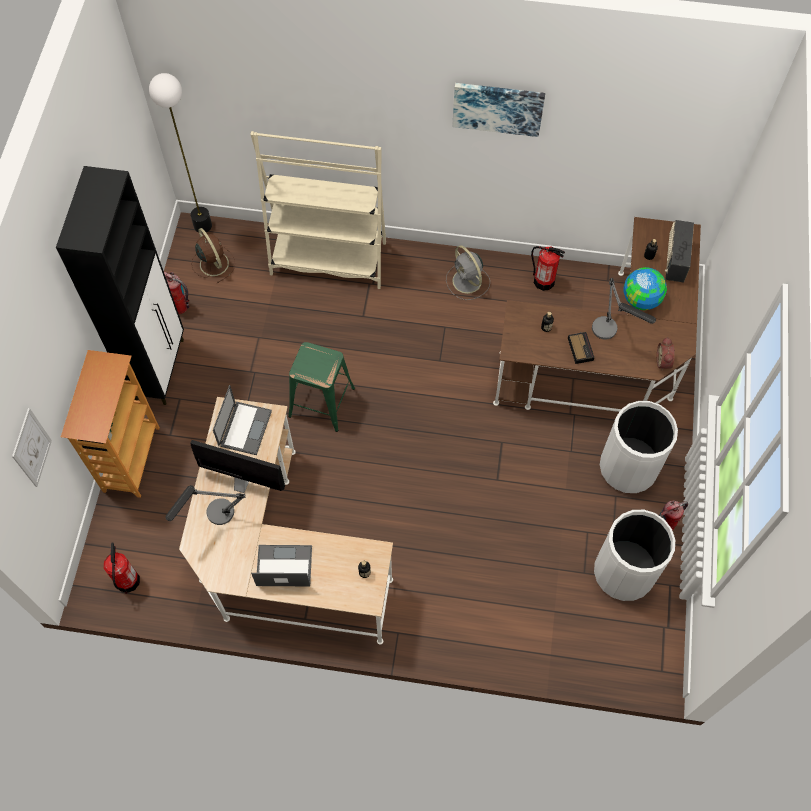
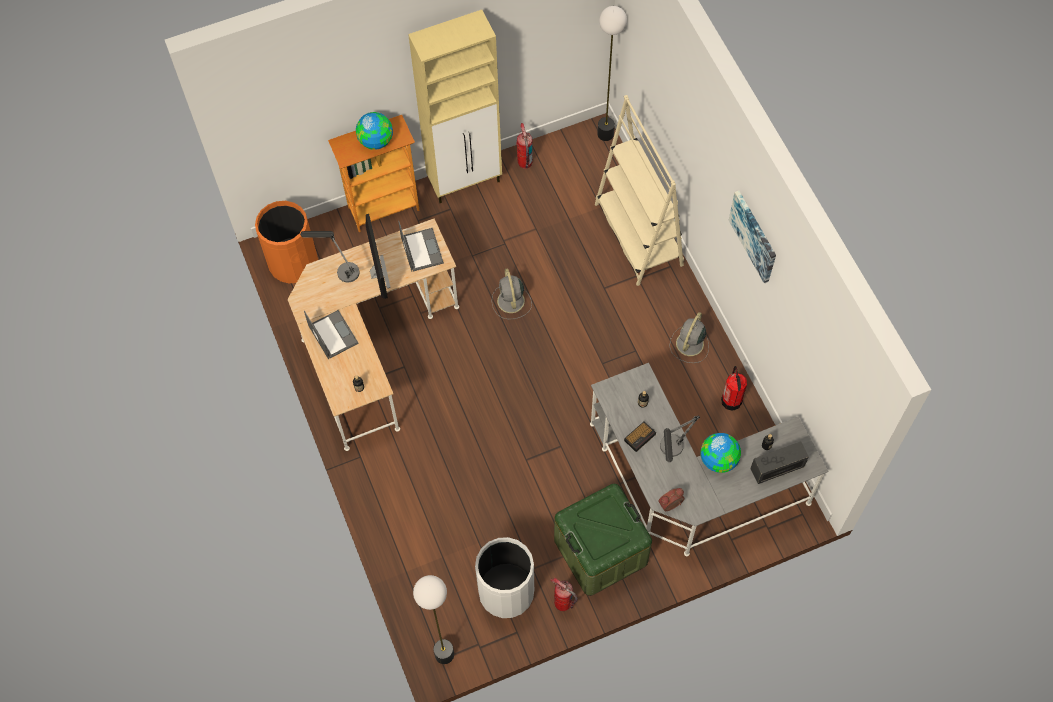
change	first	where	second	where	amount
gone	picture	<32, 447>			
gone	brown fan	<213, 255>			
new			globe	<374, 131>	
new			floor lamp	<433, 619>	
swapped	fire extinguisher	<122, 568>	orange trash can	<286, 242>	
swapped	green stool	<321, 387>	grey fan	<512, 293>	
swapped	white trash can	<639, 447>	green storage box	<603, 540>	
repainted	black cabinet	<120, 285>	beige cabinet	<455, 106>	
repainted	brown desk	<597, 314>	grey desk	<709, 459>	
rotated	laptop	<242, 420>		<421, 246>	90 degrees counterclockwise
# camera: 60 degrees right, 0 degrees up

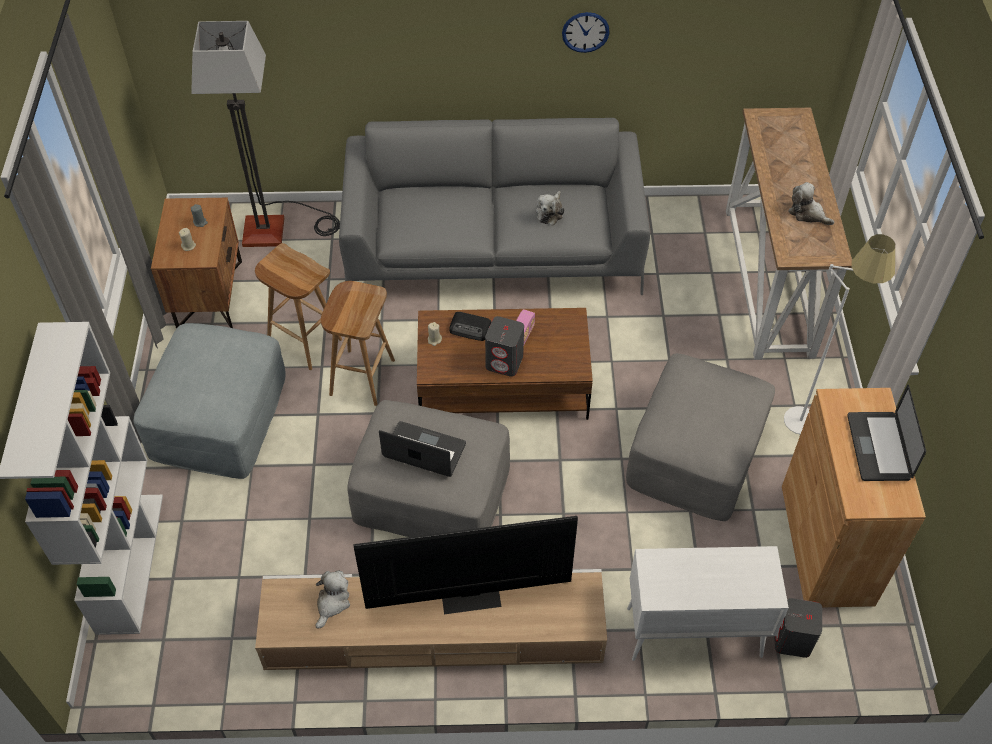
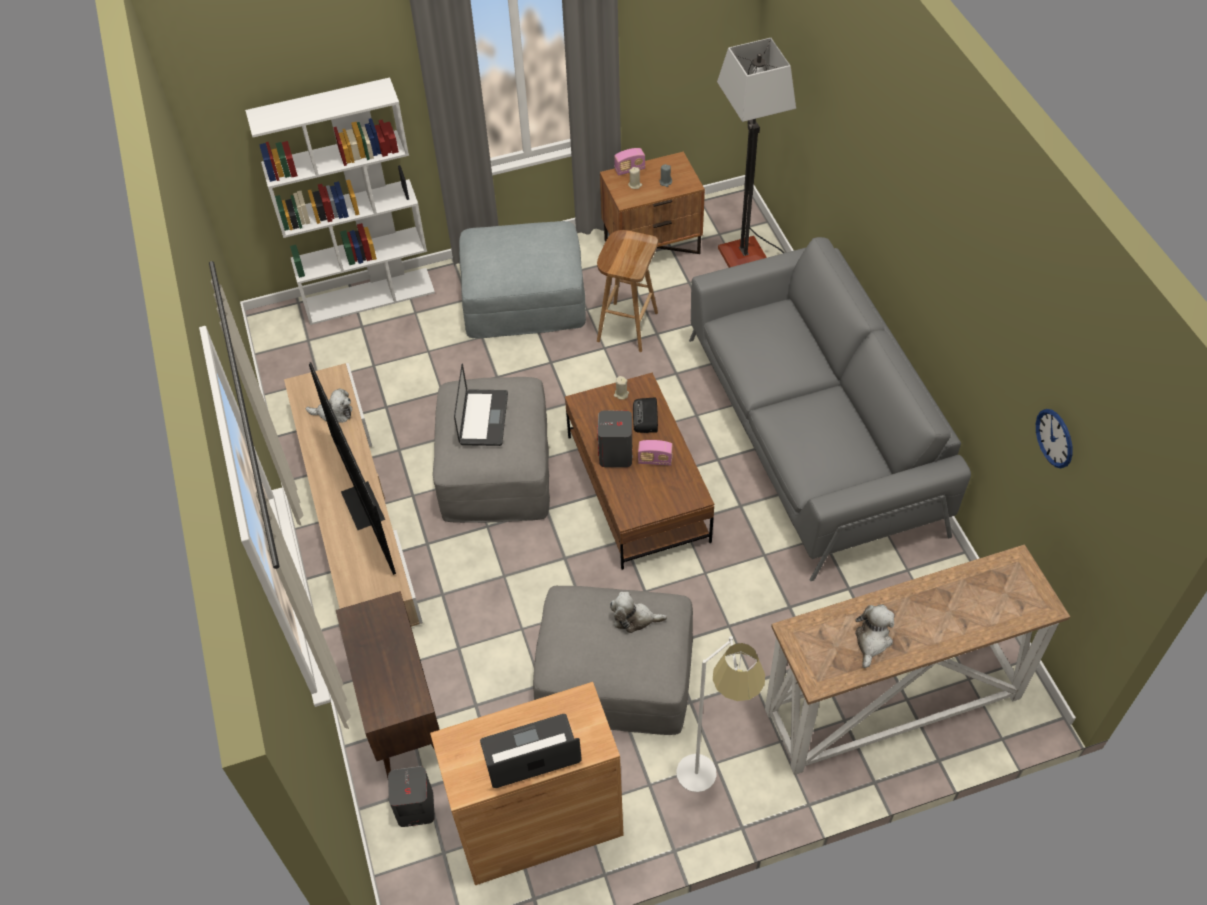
change	first	where	second	where	amount
gone	brown stool	<358, 343>			
new			radio	<629, 161>	
shifted	plush toy	<550, 208>		<638, 612>	
shifted	wall clock	<586, 32>		<1054, 438>	
repainted	white cabinet	<708, 603>	brown cabinet	<388, 684>	
# camera: 75 degrees right, 0 degrees up

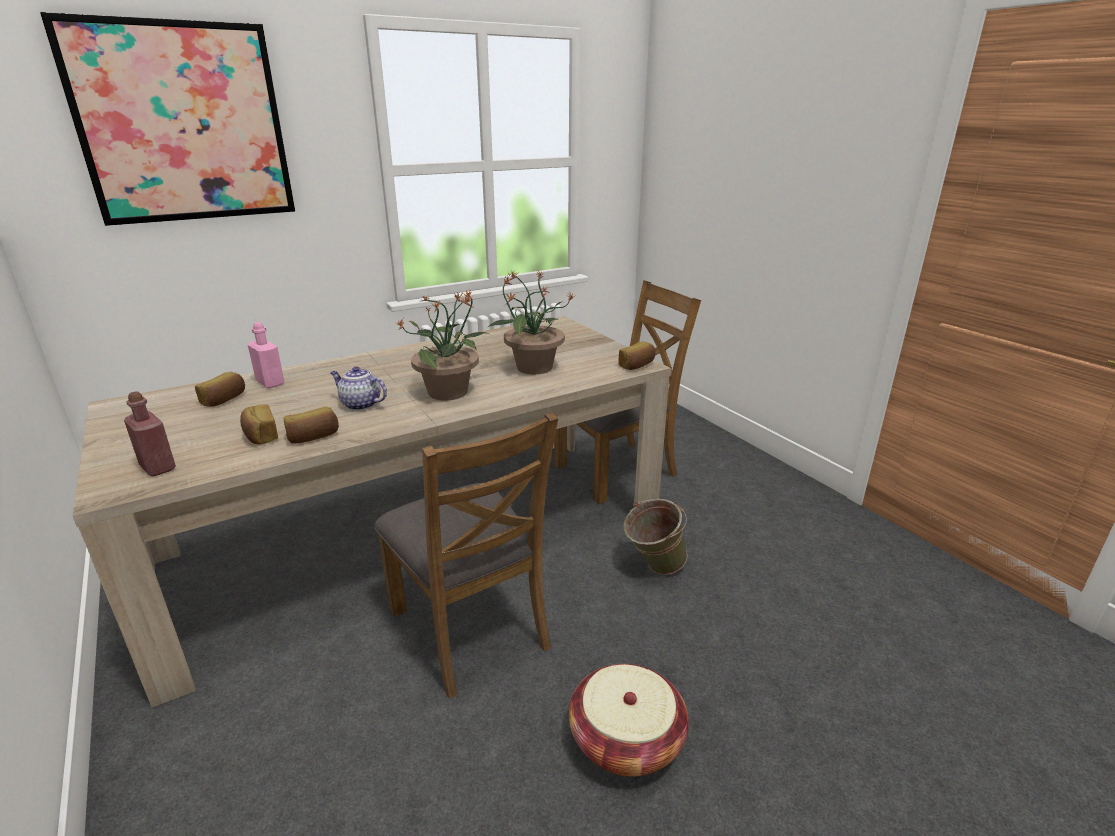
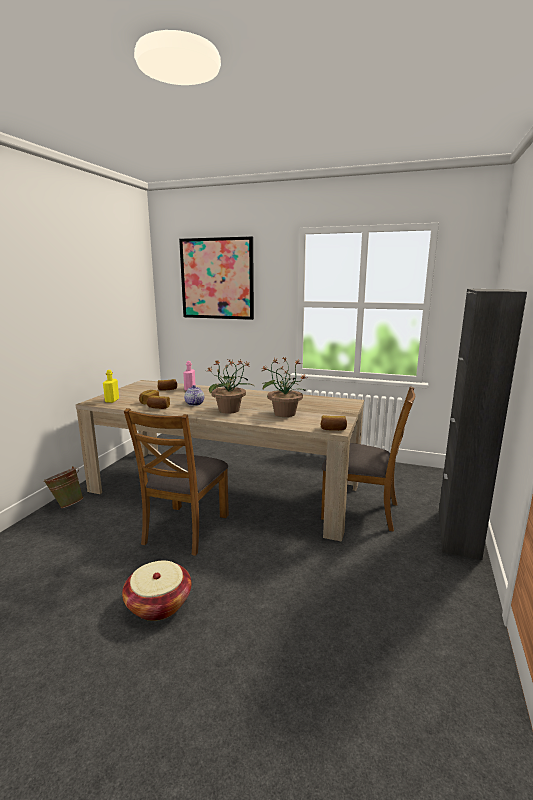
change	first	where	second	where	amount
new			black cabinet	<483, 424>	
shifted	green bucket	<655, 537>		<63, 487>	
repainted	red bottle	<150, 433>	yellow bottle	<111, 386>	
# camera: 50 degrees right, 10 degrees down

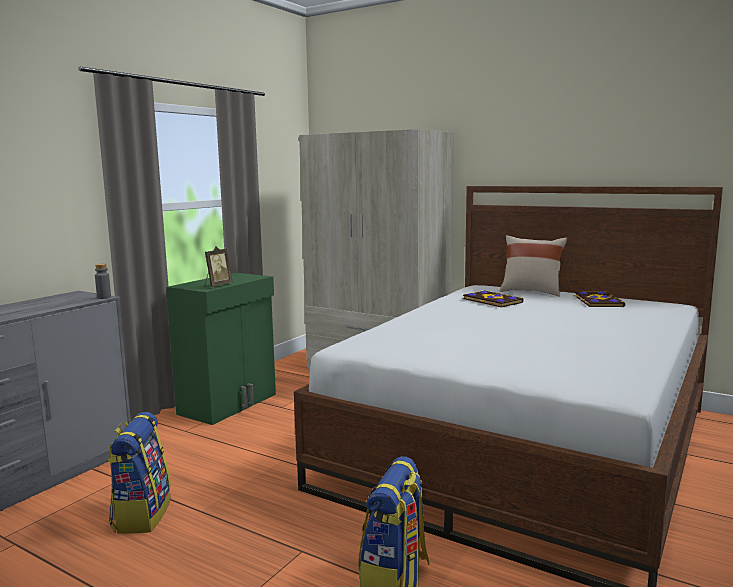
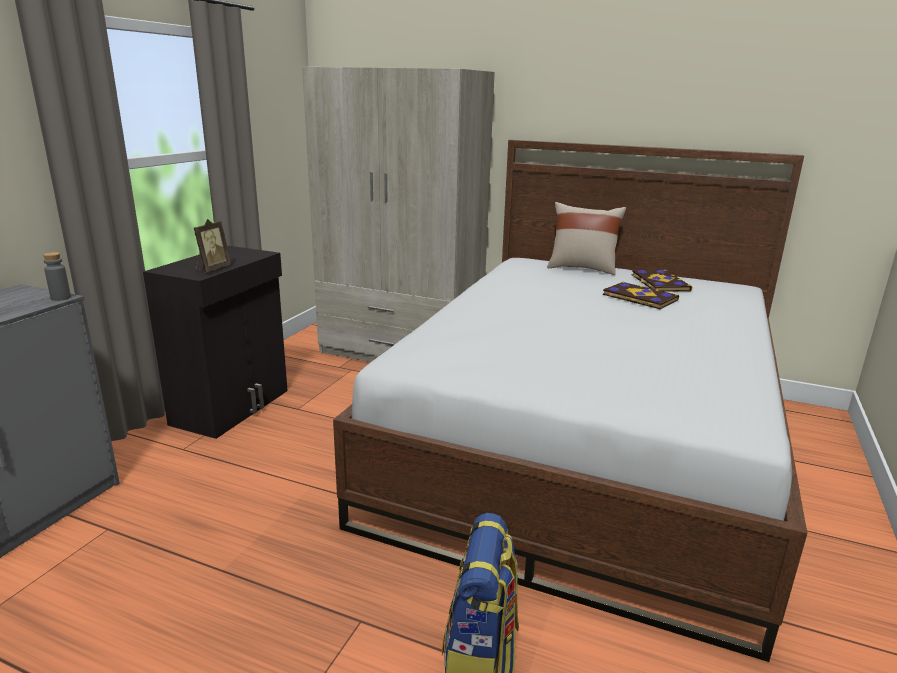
change	first	where	second	where	amount
gone	backpack	<139, 473>			
shifted	book	<493, 298>		<641, 295>	
repainted	green cabinet	<221, 349>	black cabinet	<215, 342>	
# camera: 10 degrees left, 10 degrees up

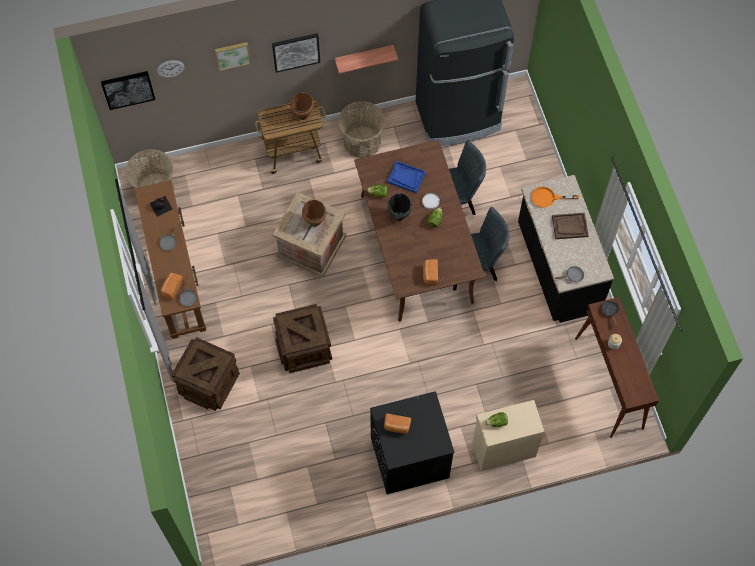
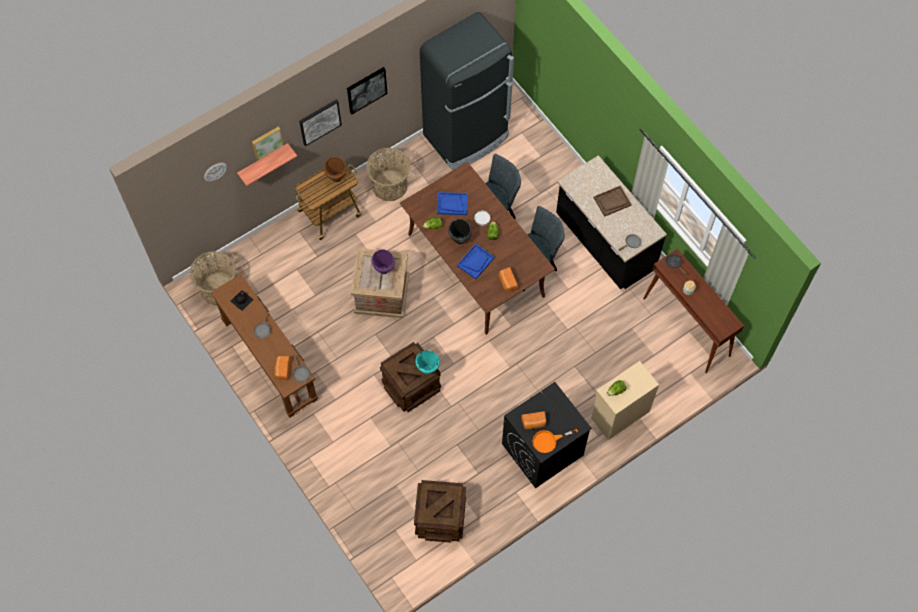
change	first	where	second	where	amount
new			turquoise cooking pot	<427, 362>	
new			blue tray	<476, 261>	
shifted	picture	<128, 90>		<367, 90>	
shifted	crate	<205, 374>		<440, 511>	
shifted	shelf	<366, 59>		<267, 164>	
shifted	orange frying pan	<555, 197>		<555, 441>	
repainted	brown cooking pot	<314, 213>	purple cooking pot	<383, 261>	
# camera: 20 degrees left, 0 degrees up

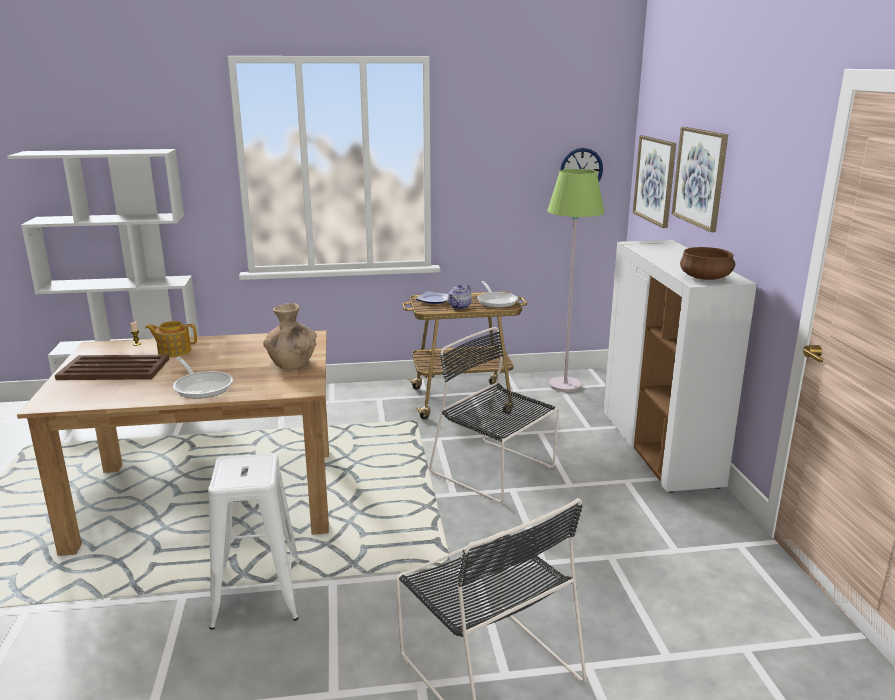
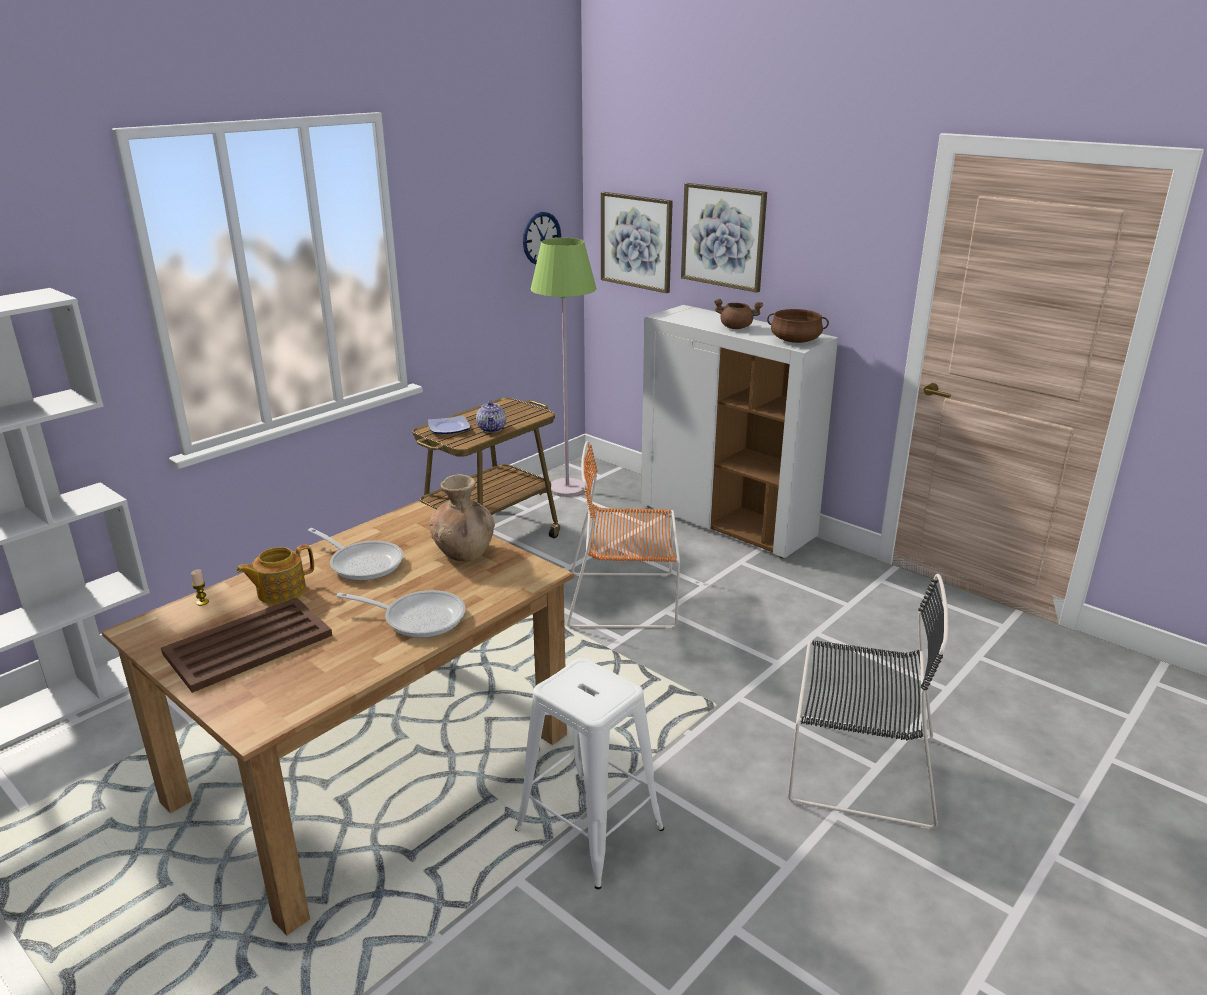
change	first	where	second	where	amount
new			brown cooking pot	<738, 314>	
shifted	frying pan	<497, 294>		<355, 554>	
repainted	black chair	<494, 415>	orange chair	<623, 535>	
# camera: 40 degrees left, 5 degrees up

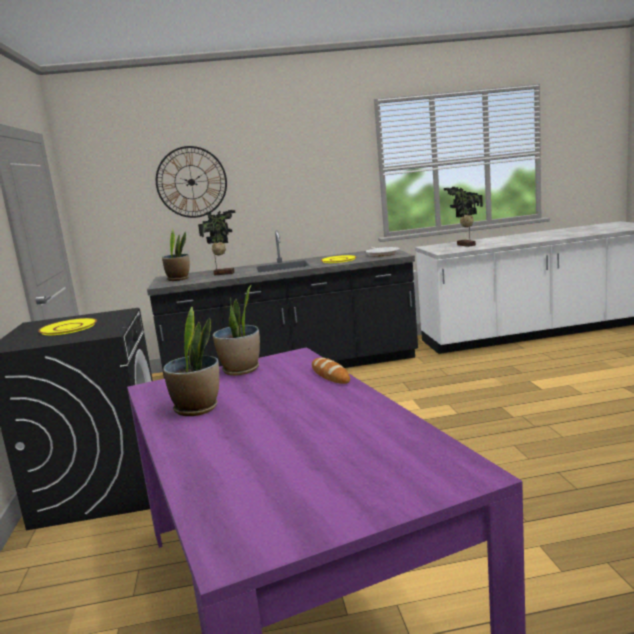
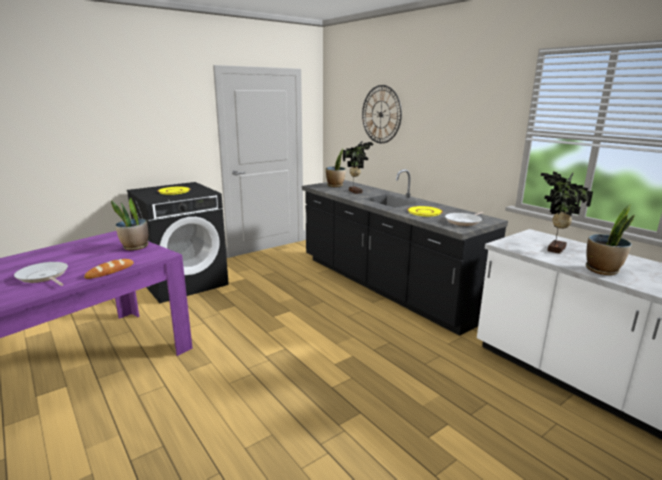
change	first	where	second	where	amount
new			frying pan	<41, 274>	
shifted	potted plant	<191, 361>		<610, 239>	
# camera: 60 degrees right, 5 degrees up

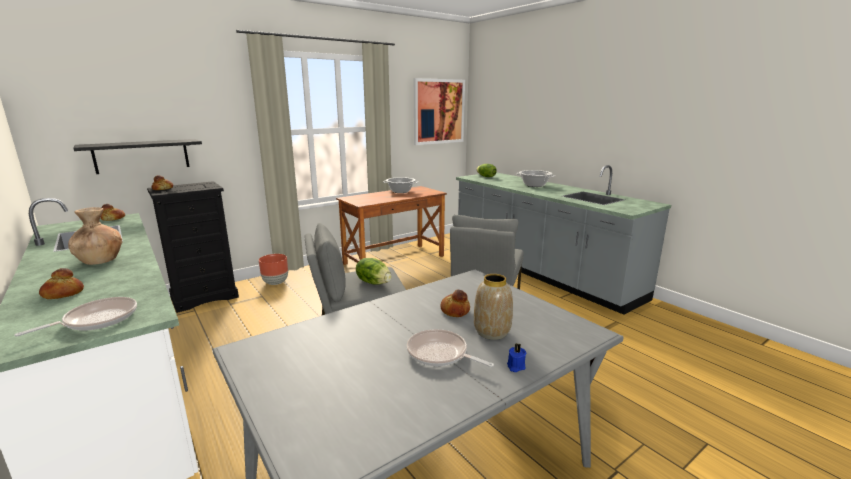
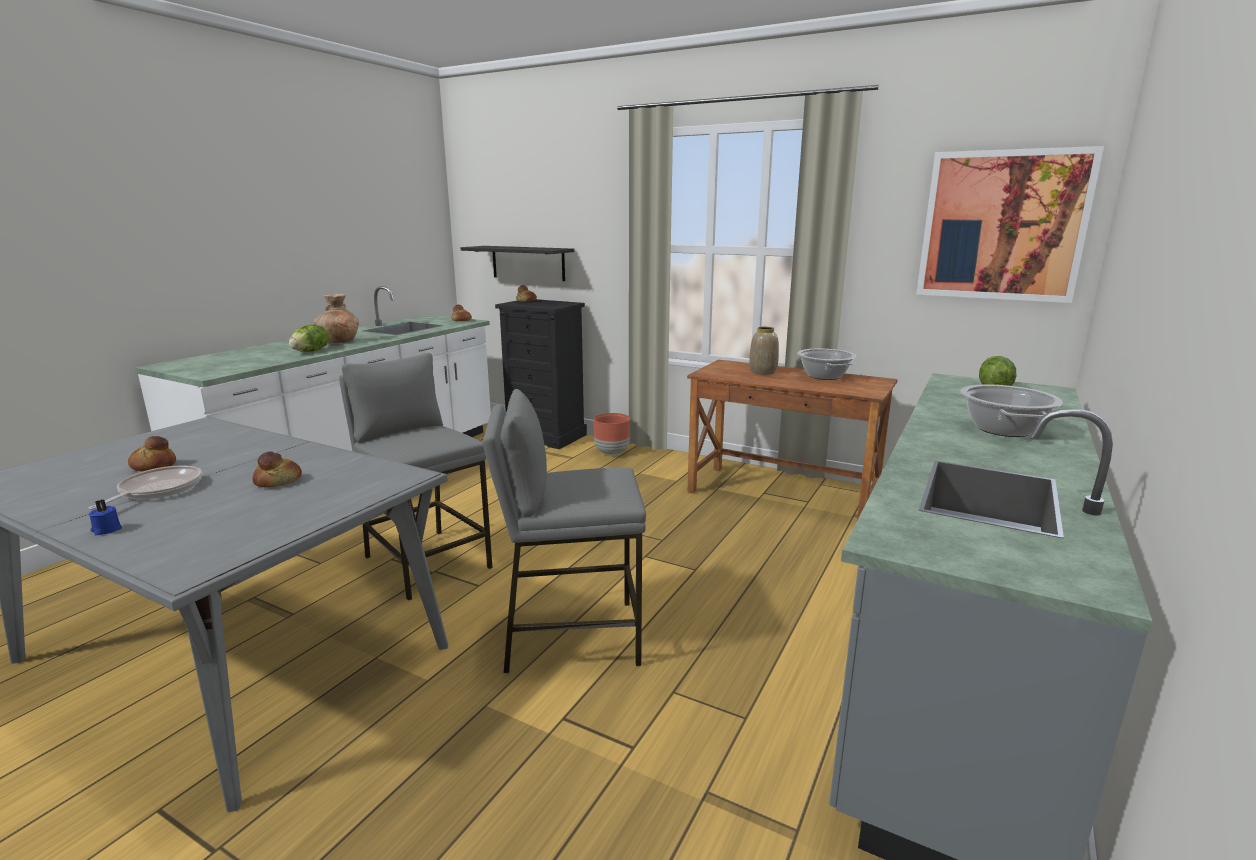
change	first	where	second	where	amount
gone	frying pan	<75, 317>			
shifted	bread	<61, 283>		<152, 454>	
shifted	lettuce	<374, 271>		<309, 338>	
shifted	vase	<493, 307>		<764, 351>	
# camera: 65 degrees right, 0 degrees up

